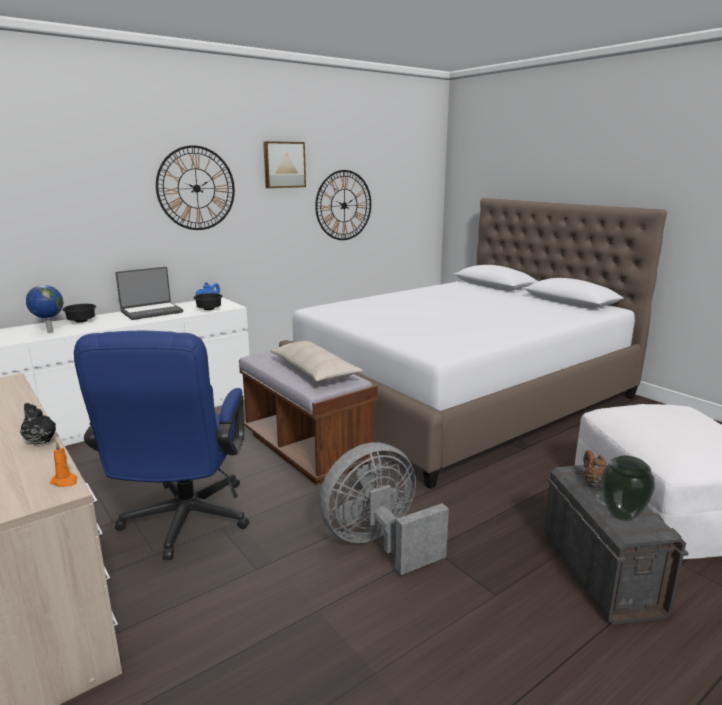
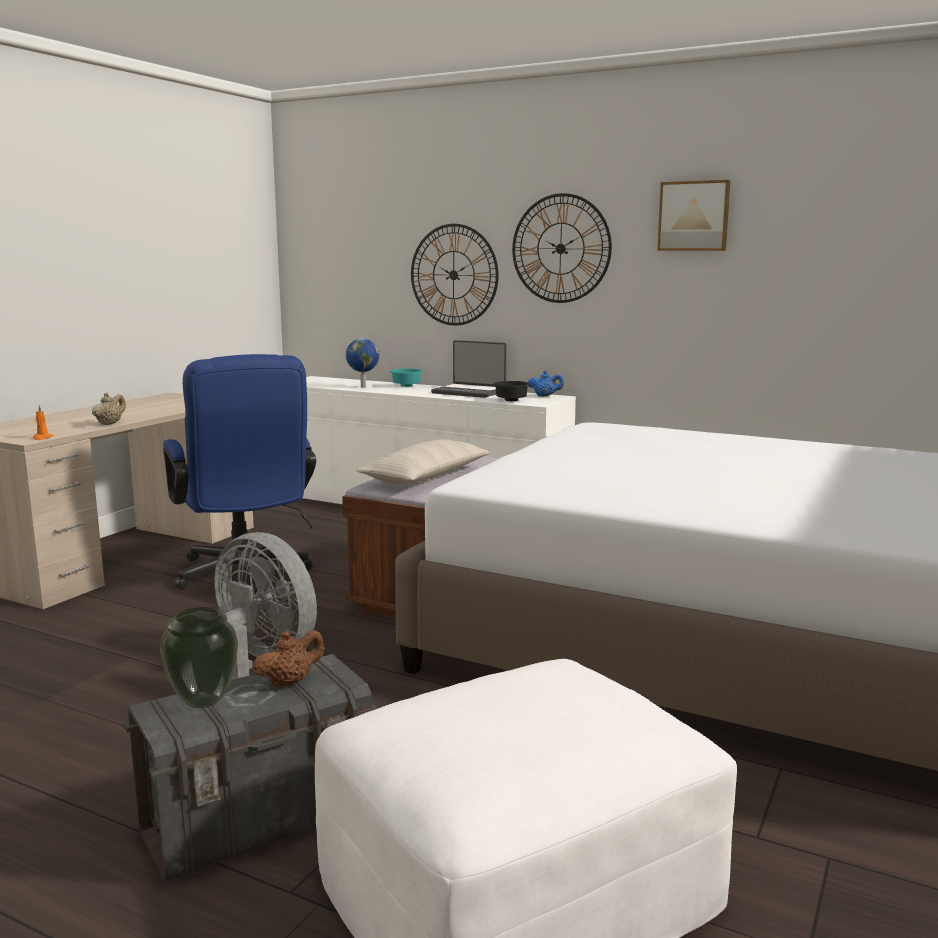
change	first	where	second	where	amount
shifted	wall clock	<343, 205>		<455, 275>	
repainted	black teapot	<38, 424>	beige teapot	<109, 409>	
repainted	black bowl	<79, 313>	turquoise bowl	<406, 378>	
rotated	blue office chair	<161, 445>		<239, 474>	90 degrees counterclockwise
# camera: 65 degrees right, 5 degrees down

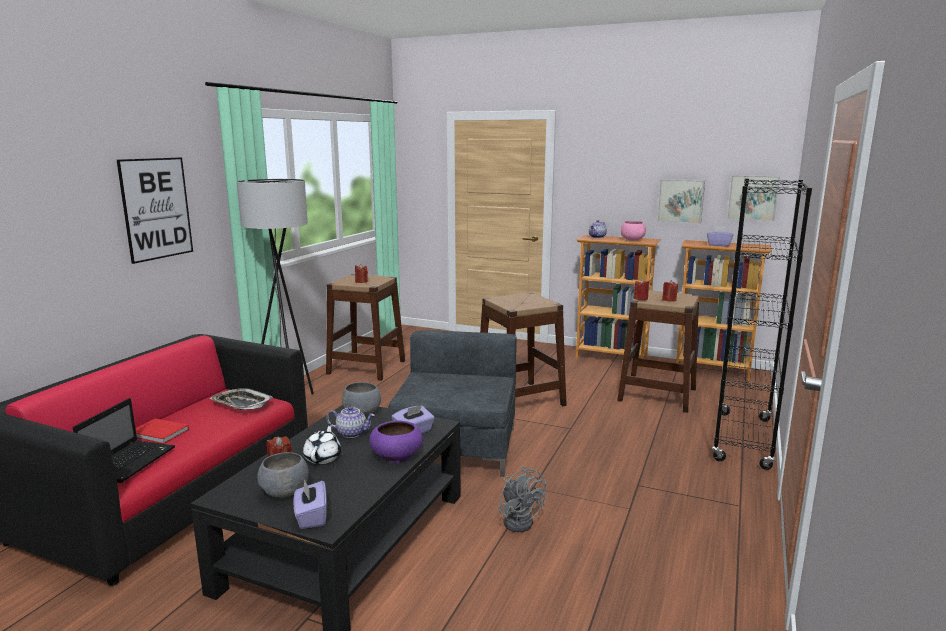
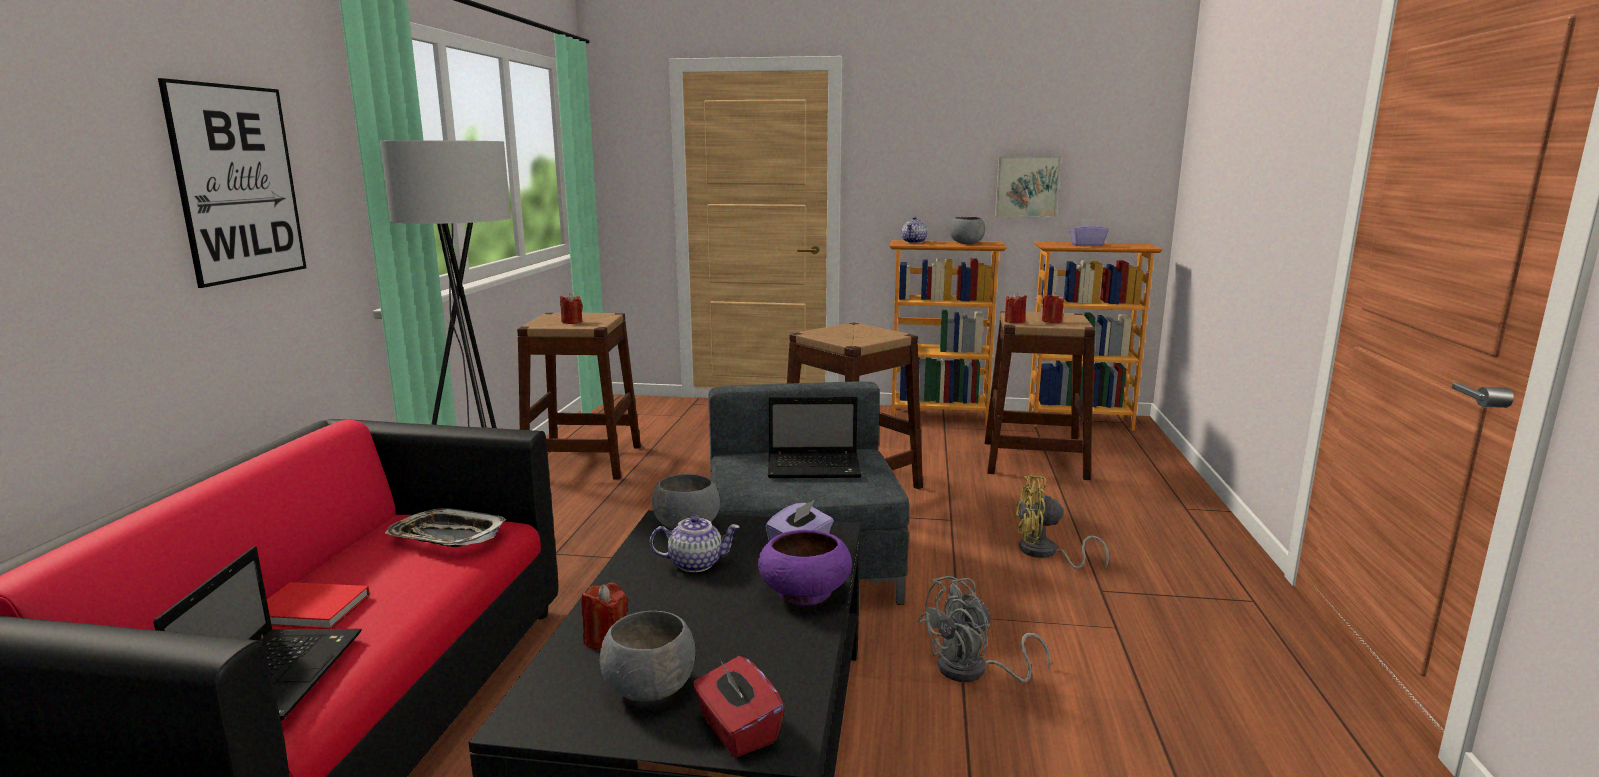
change	first	where	second	where	amount
gone	white teapot	<322, 443>			
gone	black bookcase	<762, 324>			
gone	picture	<753, 198>			
new			laptop	<815, 437>	
new			yellow fan	<1062, 522>	
repainted	purple tissue box	<310, 504>	red tissue box	<739, 706>	
repainted	pink bowl	<633, 231>	grey bowl	<968, 230>	
rotated	grey fan	<522, 499>		<984, 629>	105 degrees clockwise
# camera: 15 degrees left, 0 degrees up

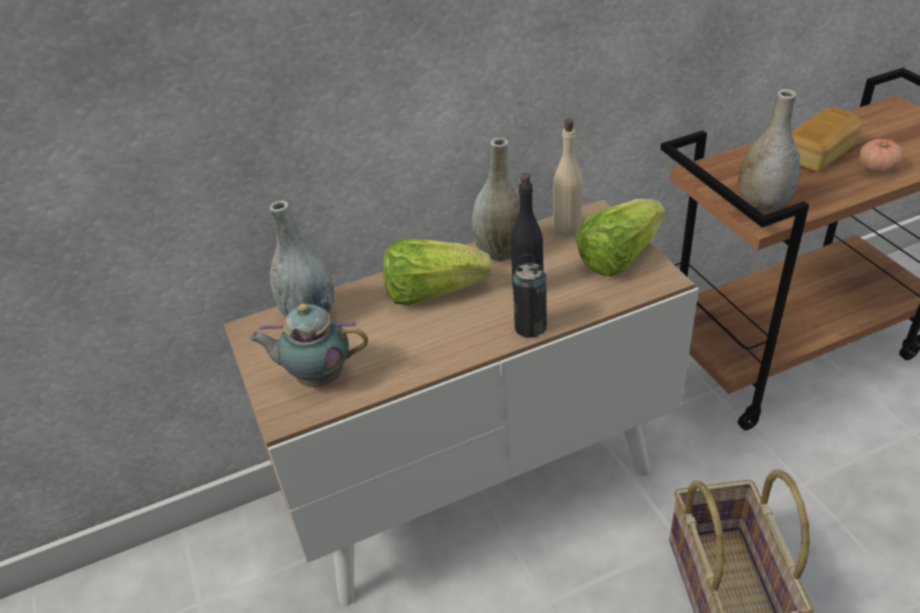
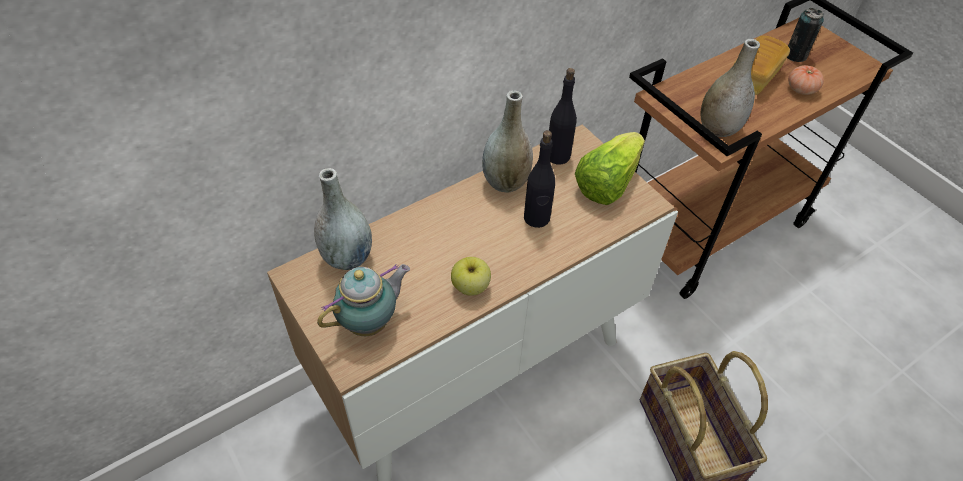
change	first	where	second	where	amount
gone	lettuce	<438, 272>			
new			apple	<471, 276>	
shifted	can	<530, 300>		<805, 35>	
repainted	beige bottle	<568, 177>	black bottle	<563, 116>	
rotated	teapot	<308, 345>		<363, 300>	150 degrees clockwise
# camera: 15 degrees left, 10 degrees up

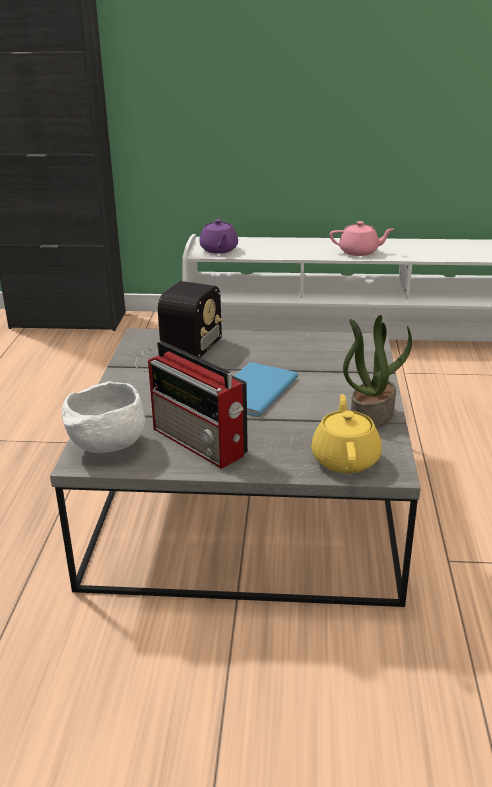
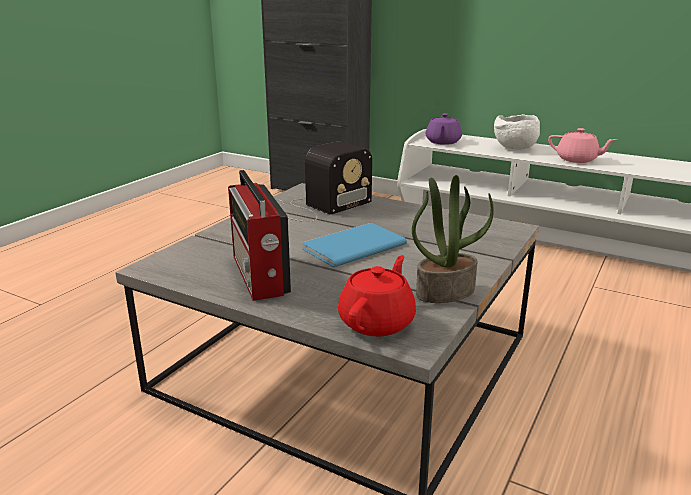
change	first	where	second	where	amount
shifted	white bowl	<103, 417>		<517, 132>	
repainted	yellow teapot	<346, 433>	red teapot	<377, 295>	
# camera: 25 degrees right, 5 degrees down

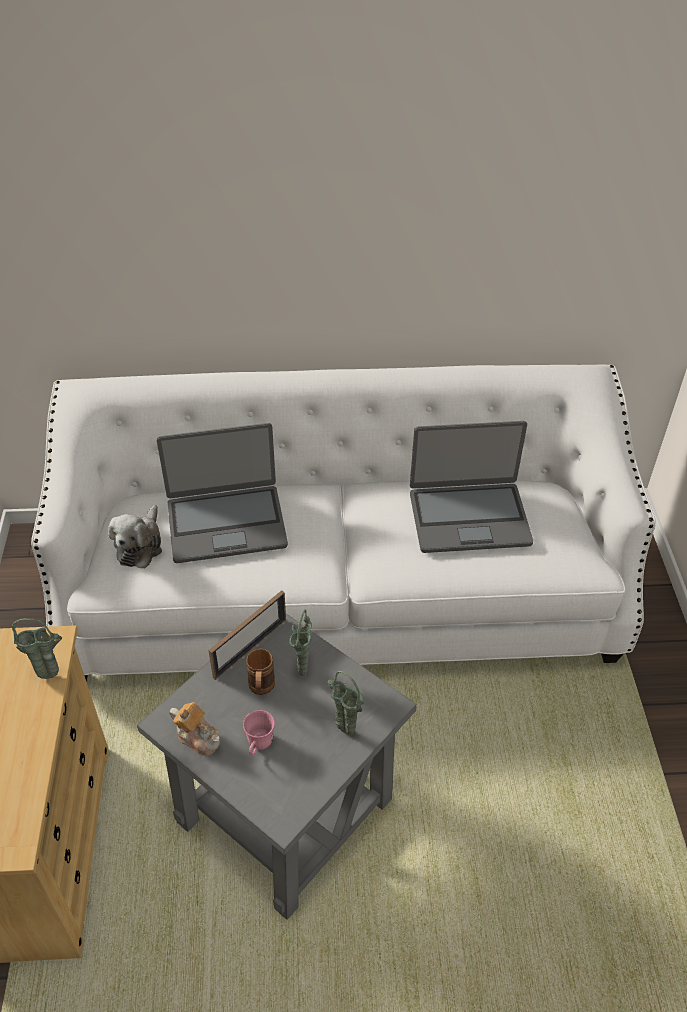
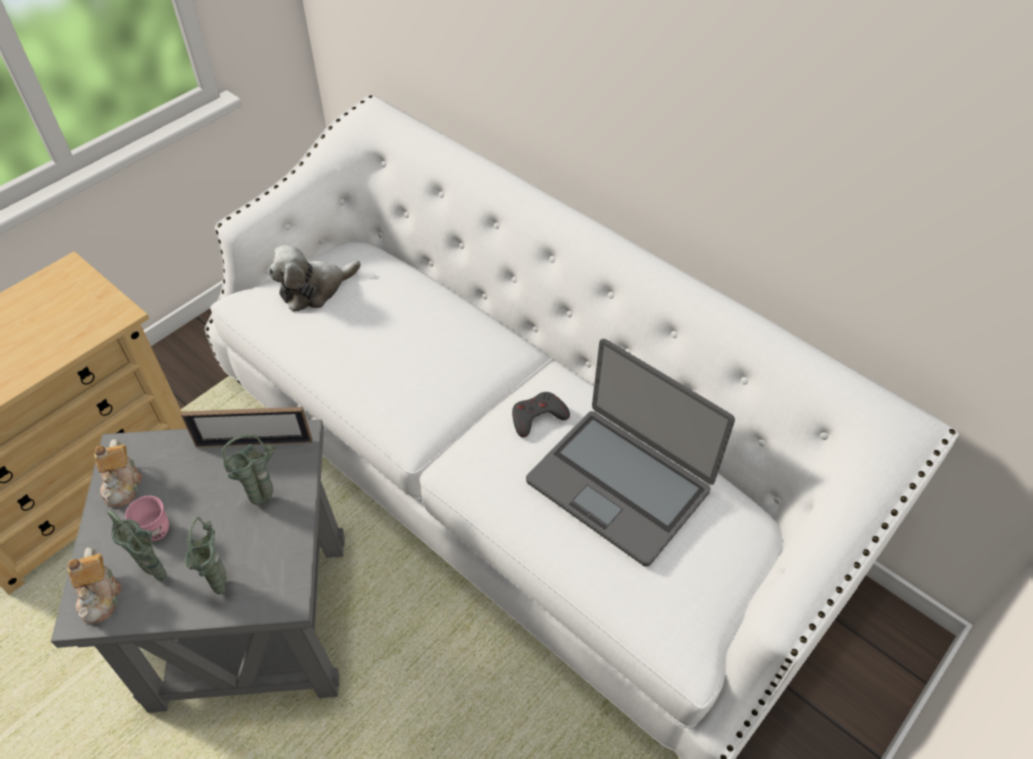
change	first	where	second	where	amount
gone	laptop	<222, 493>			
gone	brown mug	<260, 672>			
new			teapot	<94, 586>	
new			grey game controller	<541, 415>	
shifted	green vase	<37, 648>		<137, 545>	
# camera: 45 degrees right, 5 degrees up

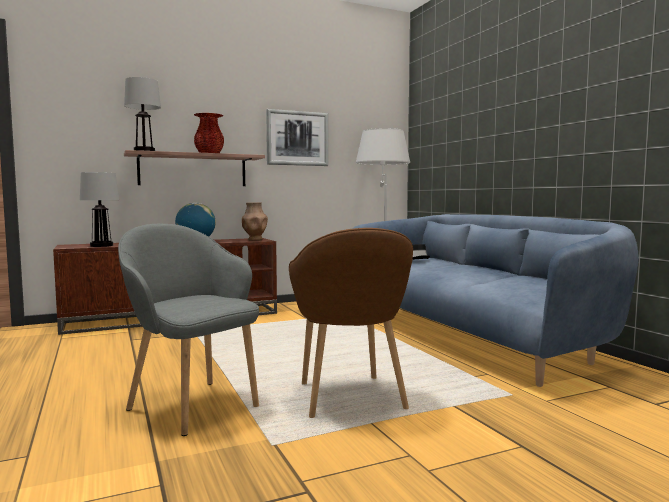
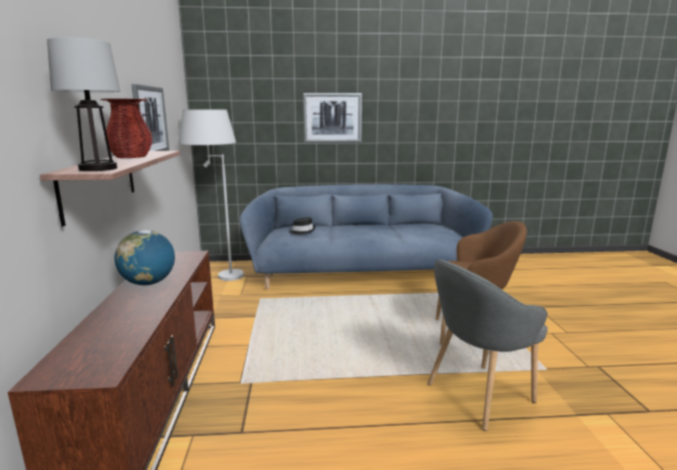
change	first	where	second	where	amount
gone	table lamp	<99, 209>			
gone	brown vase	<255, 221>			
new			picture	<332, 118>	
# camera: 70 degrees left, 10 degrees up

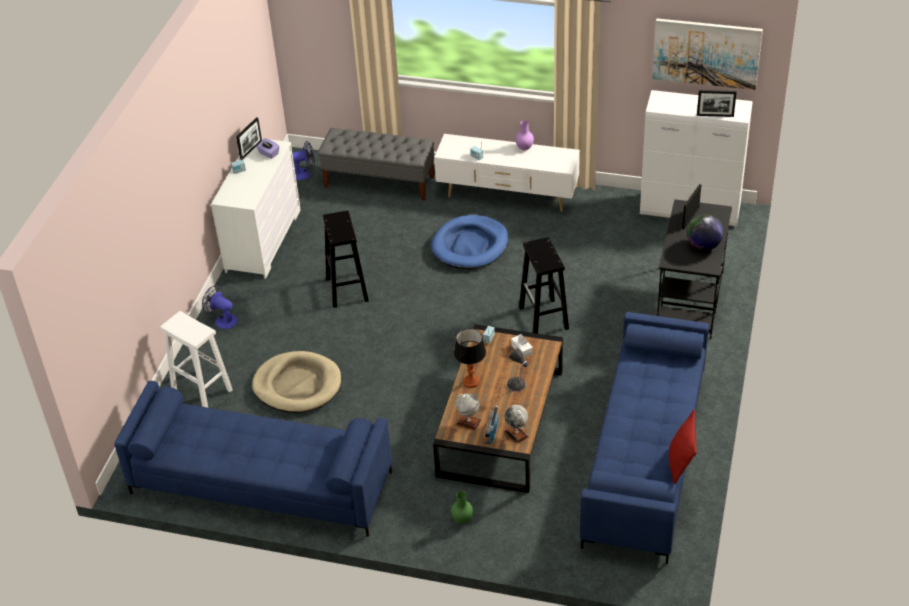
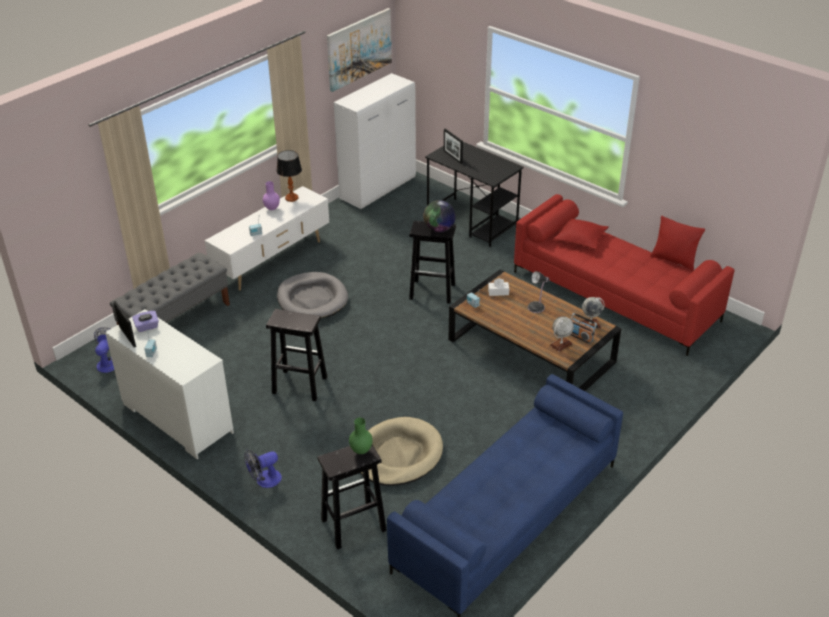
change	first	where	second	where	amount
gone	picture frame	<716, 103>			
new			red pillow	<581, 234>	
shifted	green vase	<462, 507>		<361, 436>	
shifted	table lamp	<470, 358>		<289, 176>	
shifted	globe	<705, 232>		<439, 216>	
repainted	white stool	<196, 359>	black stool	<352, 497>	
repainted	blue dog bed	<469, 242>	grey dog bed	<312, 295>	
repainted	blue sofa	<644, 438>	red sofa	<624, 275>	
# camera: 65 degrees left, 5 degrees down

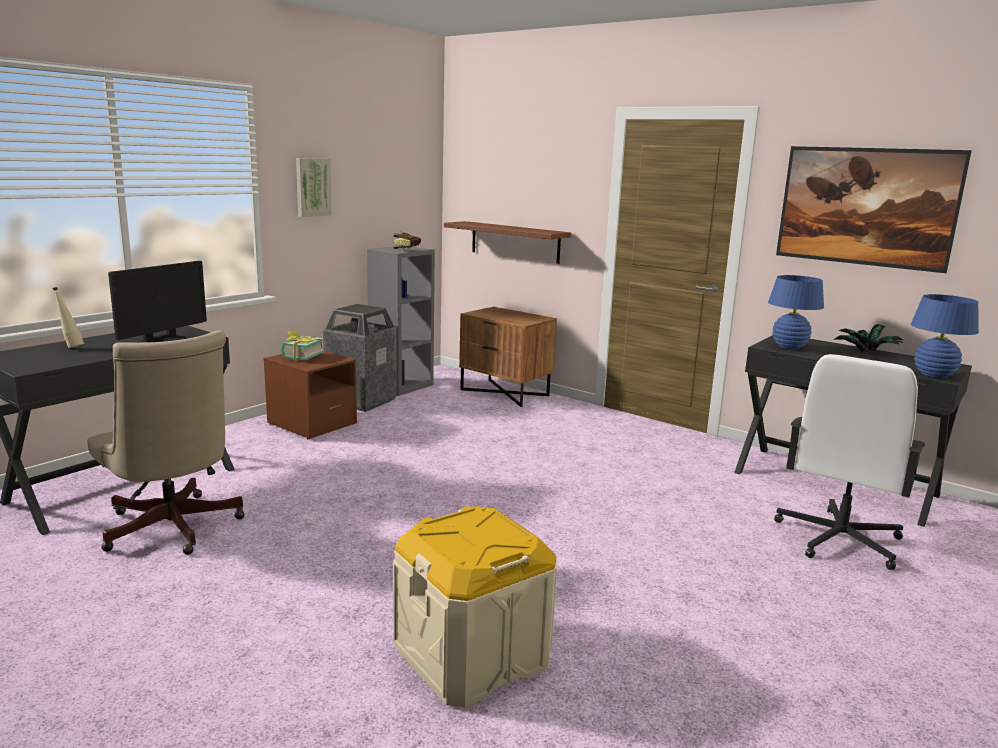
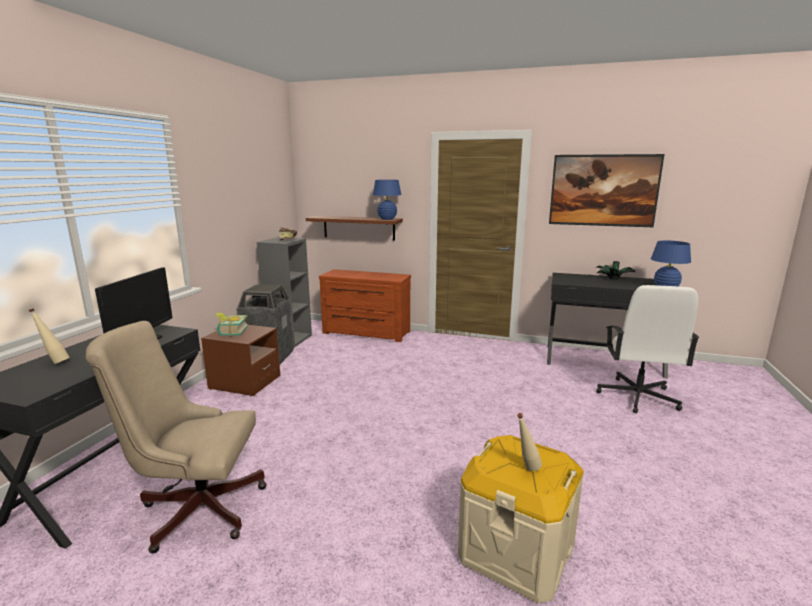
change	first	where	second	where	amount
gone	picture	<314, 187>			
new			beige bottle	<529, 442>	
shifted	blue table lamp	<796, 312>		<387, 200>	
swapped	brown nightstand	<508, 356>	brown dresser	<365, 305>	
rotated	beige office chair	<166, 442>		<176, 437>	150 degrees clockwise
# camera: 20 degrees left, 0 degrees up

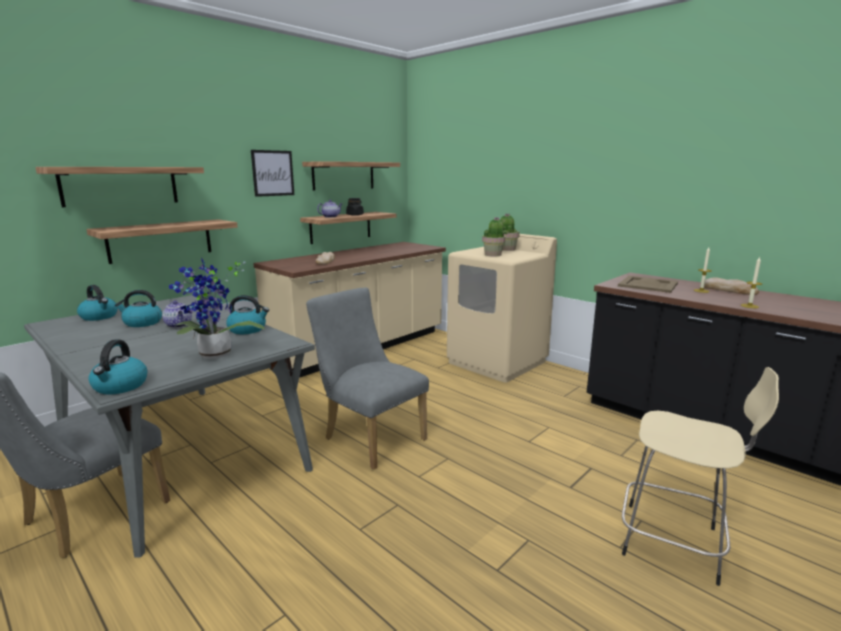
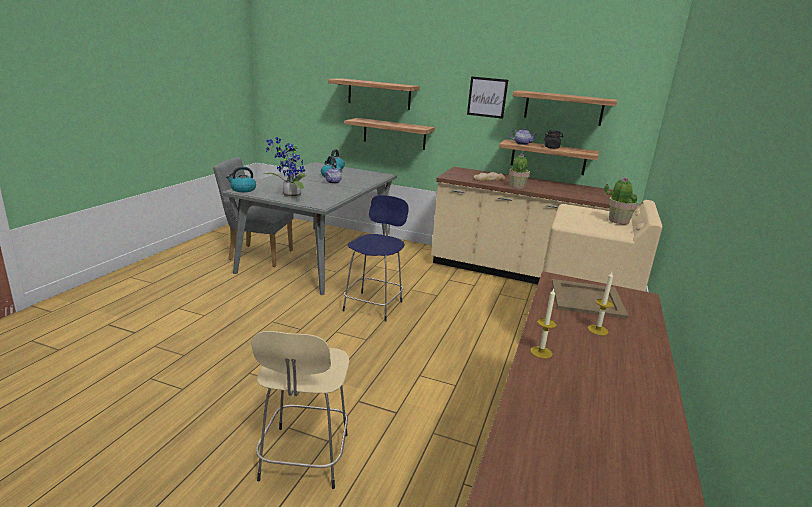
change	first	where	second	where	amount
gone	kettle	<247, 314>			
gone	bread	<731, 286>			
shifted	potted plant	<497, 236>		<519, 171>	
swapped	grey chair	<367, 379>	blue stool	<376, 258>	
# camera: 65 degrees right, 5 degrees up

